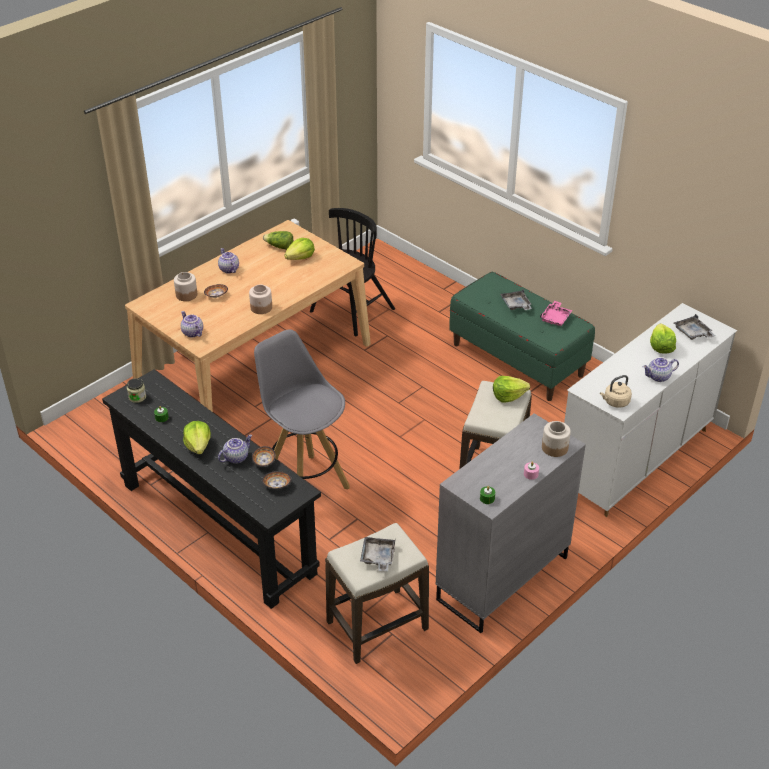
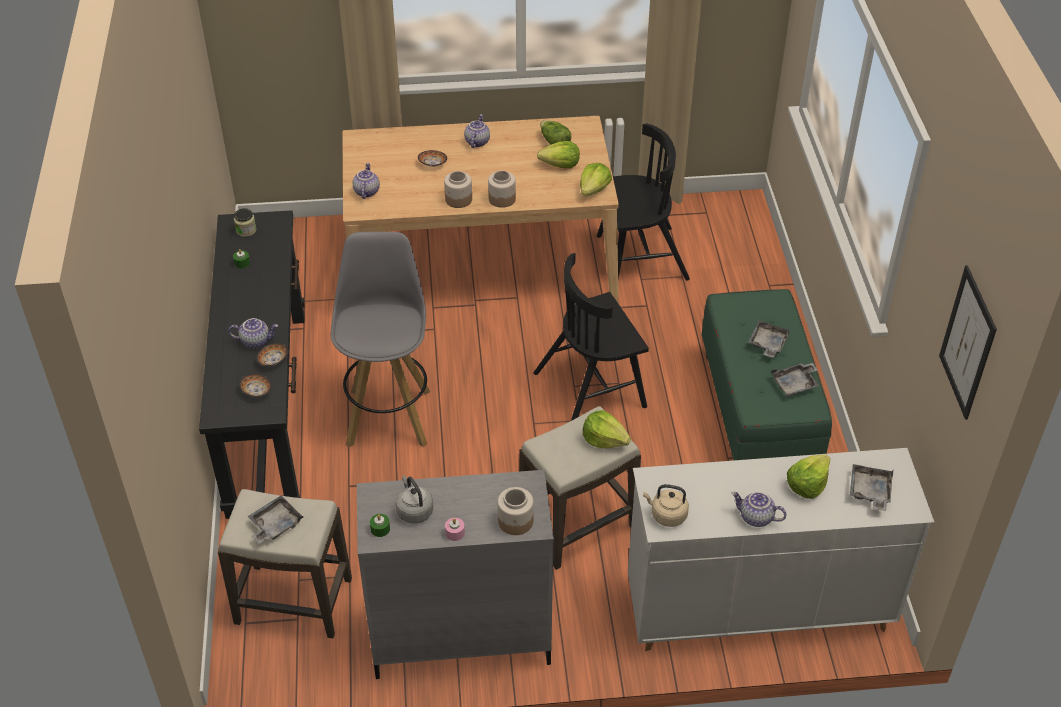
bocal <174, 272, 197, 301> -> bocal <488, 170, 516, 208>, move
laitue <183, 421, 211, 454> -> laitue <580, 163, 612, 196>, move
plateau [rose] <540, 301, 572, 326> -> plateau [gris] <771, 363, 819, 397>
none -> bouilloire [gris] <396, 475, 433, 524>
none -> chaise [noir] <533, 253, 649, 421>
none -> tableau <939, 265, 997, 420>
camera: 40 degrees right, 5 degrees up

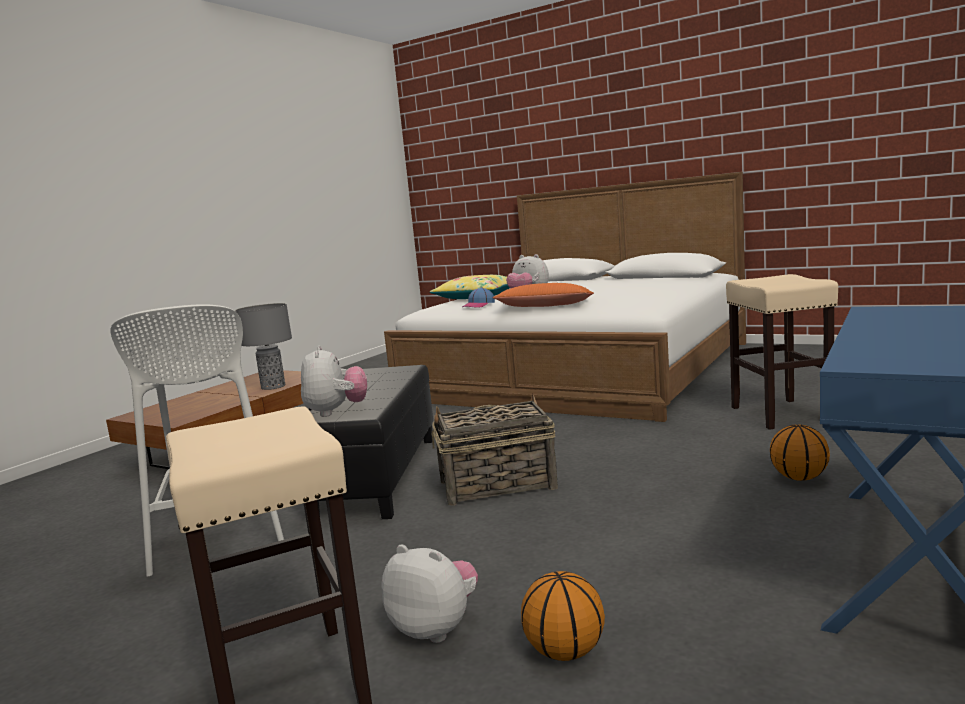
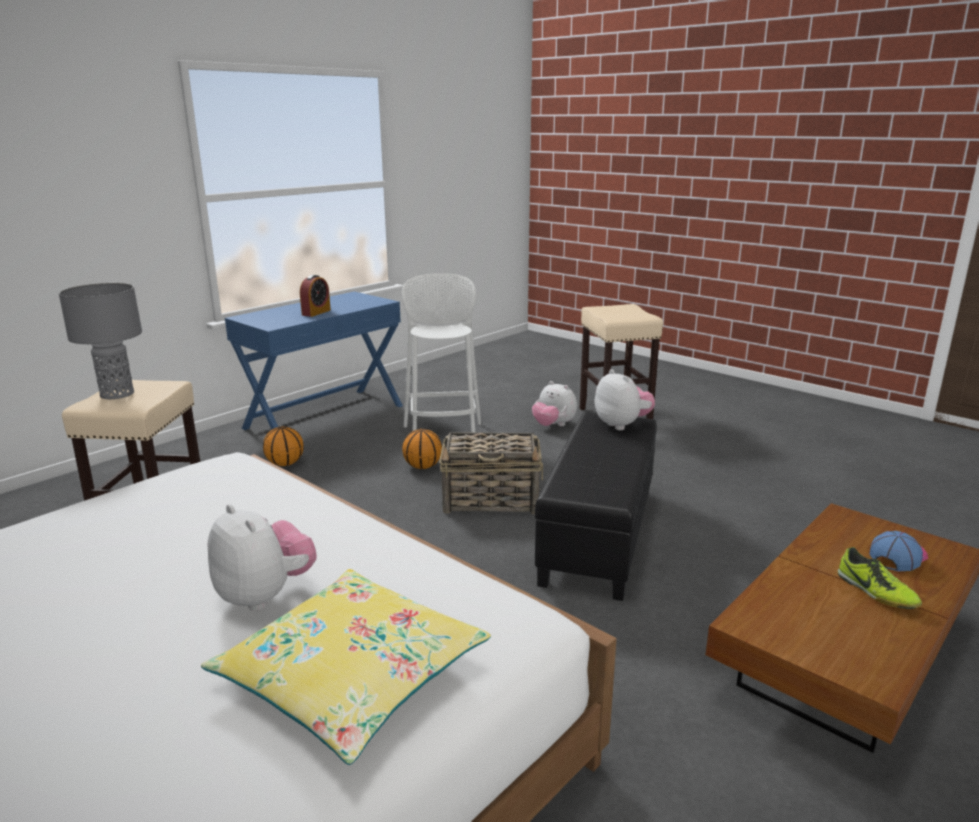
tabouret [blanc] <110, 304, 284, 576> -> tabouret [blanc] <402, 273, 481, 432>, move
lampe de table [gris] <235, 303, 292, 390> -> lampe de table [gris] <59, 283, 142, 399>, move
peluche <301, 346, 367, 417> -> peluche <595, 369, 655, 430>, 150 degrees clockwise
casquette <462, 287, 495, 308> -> casquette <869, 531, 928, 571>, move
coussin [orange] <492, 283, 594, 307> -> none
ballon de basket <521, 571, 605, 661> -> ballon de basket <402, 429, 442, 469>, move
none -> réveil <300, 275, 331, 317>
none -> chaussure <838, 547, 922, 609>
camera: 170 degrees left, 10 degrees up

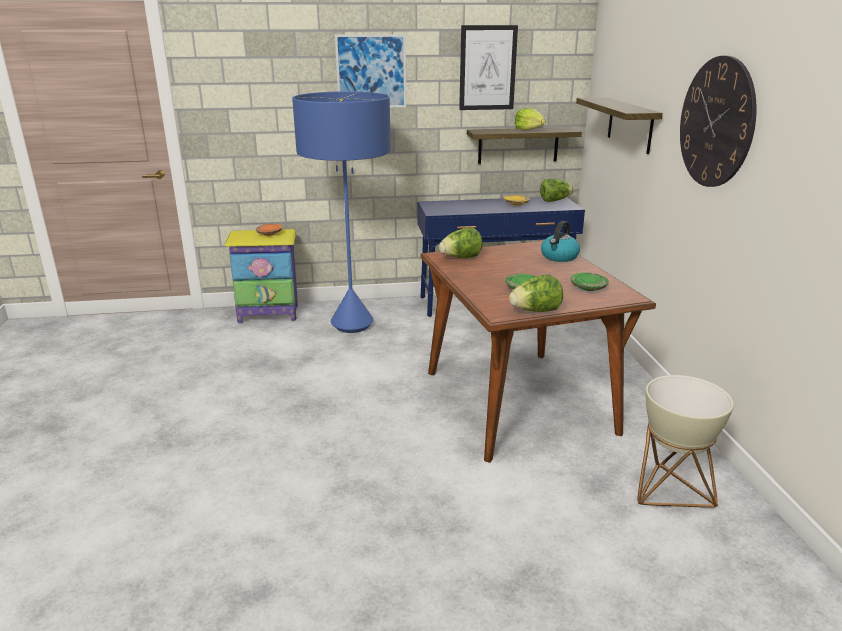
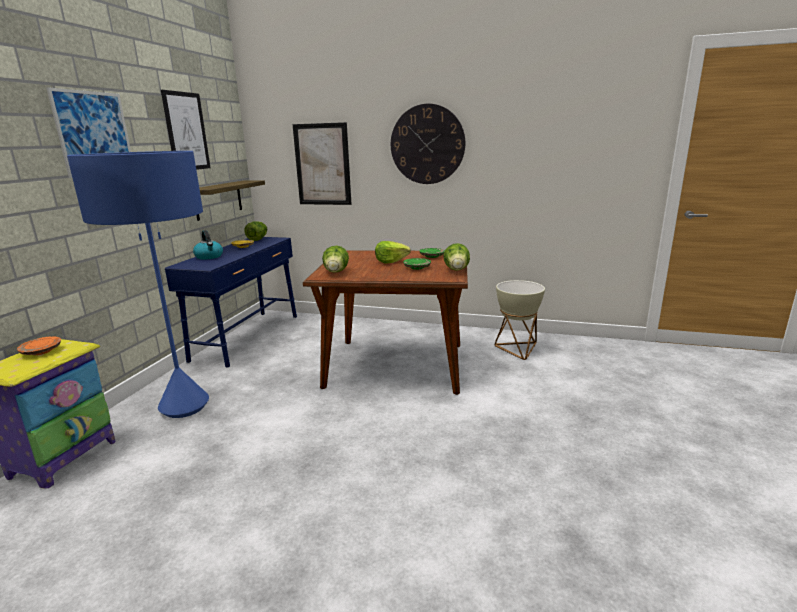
laitue <515, 108, 546, 130> -> laitue <375, 241, 411, 263>, move
bouilloire <541, 221, 580, 262> -> bouilloire <193, 230, 223, 259>, move
étagère <576, 97, 663, 154> -> tableau <292, 122, 352, 205>
camera: 65 degrees left, 5 degrees down

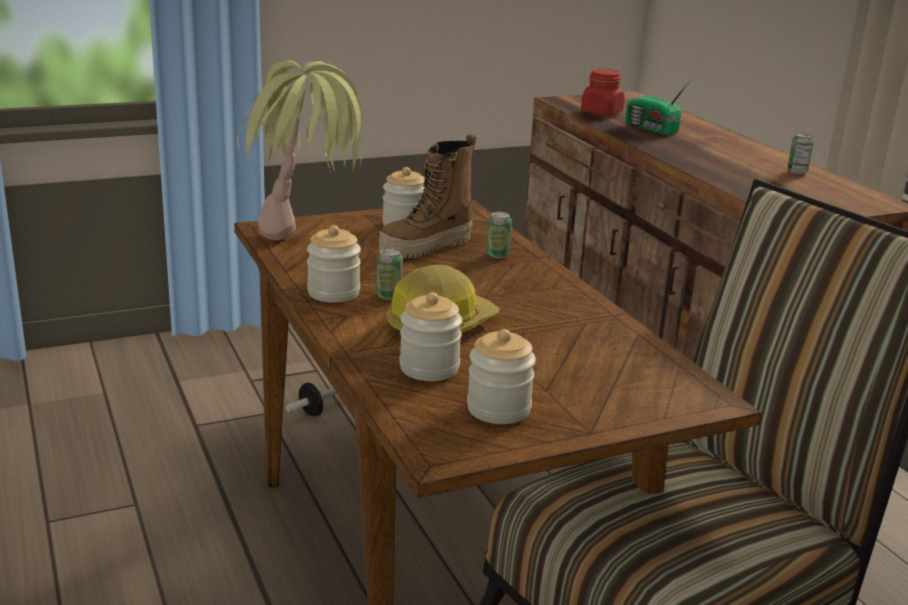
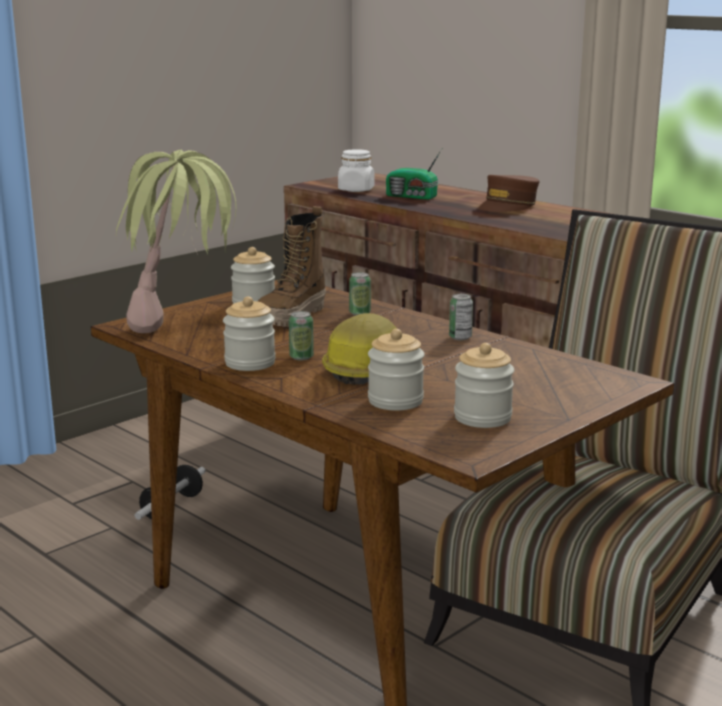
bocal [rouge] <581, 69, 625, 116> -> bocal [blanc] <338, 149, 374, 192>
boîte métallique <787, 133, 814, 175> -> boîte métallique <449, 294, 473, 340>, move
none -> casquette [marron] <479, 175, 540, 212>
camera: 20 degrees left, 5 degrees down

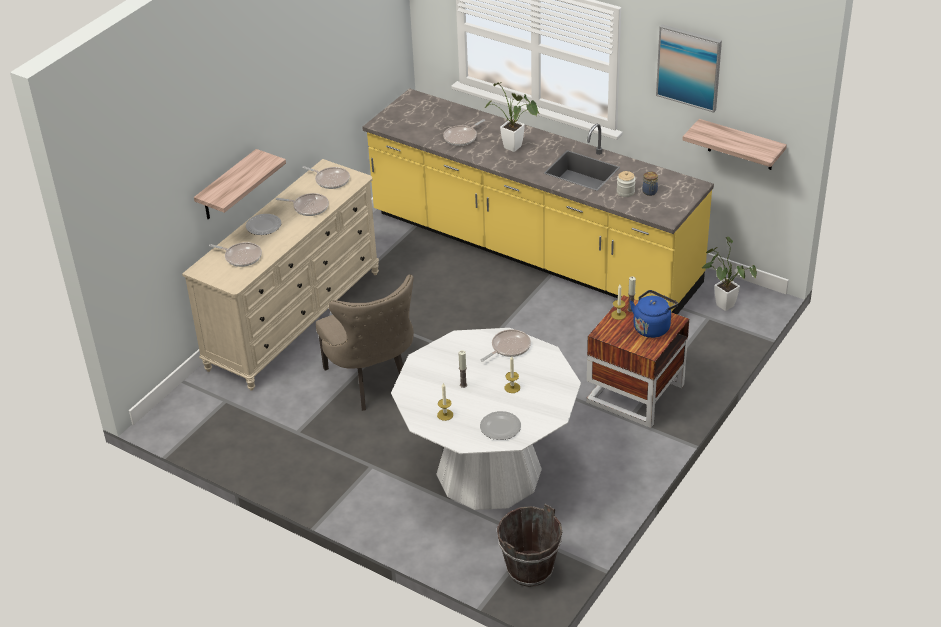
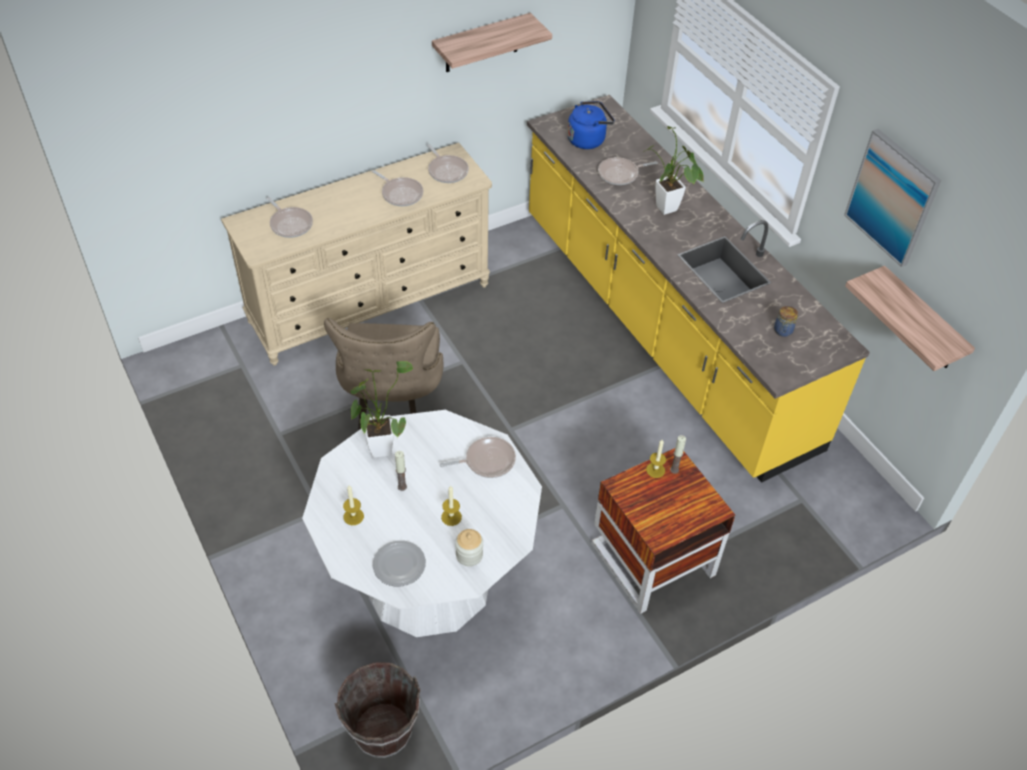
étagère <194, 149, 286, 219> -> étagère <432, 13, 552, 72>, move
assiette <246, 214, 281, 235> -> none
bocal <617, 171, 636, 197> -> bocal <455, 529, 483, 566>, move
bouilloire [bleu] <630, 290, 678, 338> -> bouilloire [bleu] <567, 101, 615, 149>, move
plante en pot <701, 237, 757, 311> -> plante en pot <351, 361, 414, 458>, move
camera: 25 degrees right, 10 degrees up

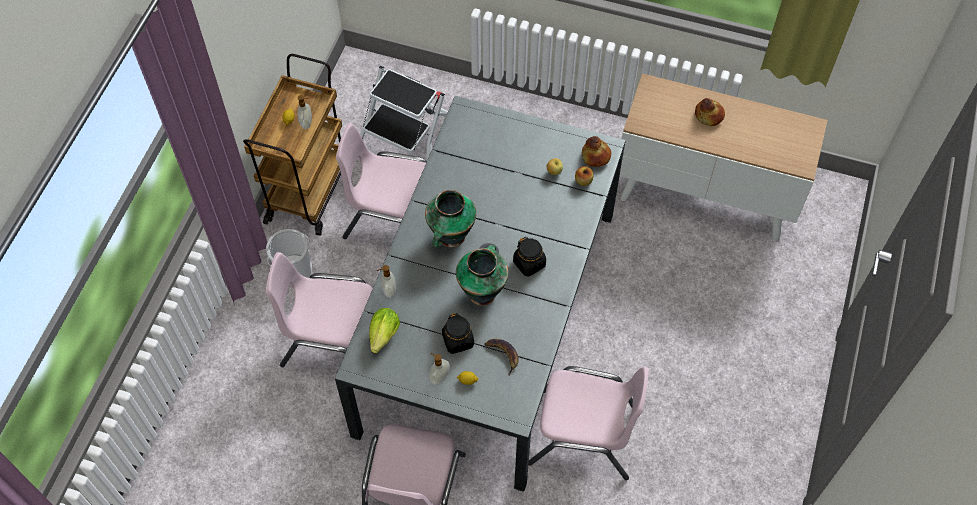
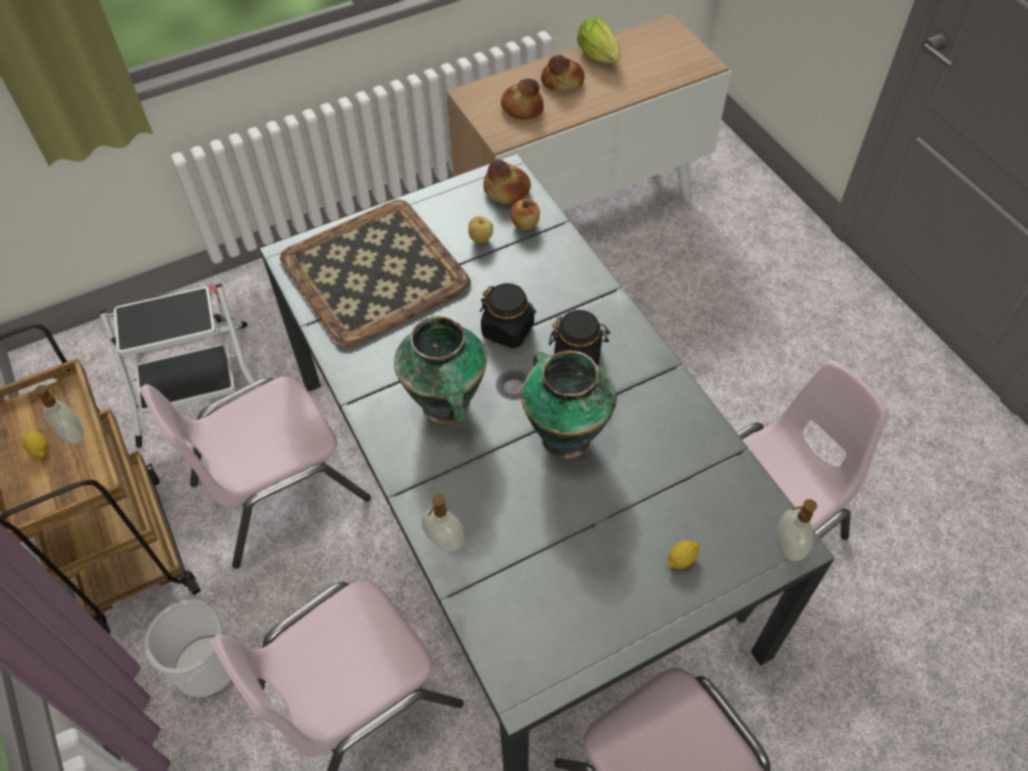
laitue <369, 308, 400, 353> -> laitue <577, 17, 621, 63>, move
distributeur de savon <429, 353, 450, 385> -> distributeur de savon <778, 499, 817, 561>, move
bocal [noir] <442, 313, 474, 354> -> bocal [noir] <480, 283, 536, 348>, move
banane <484, 339, 519, 376> -> none
none -> plateau <280, 200, 471, 347>
none -> pain <501, 79, 544, 120>
camera: 45 degrees left, 5 degrees down

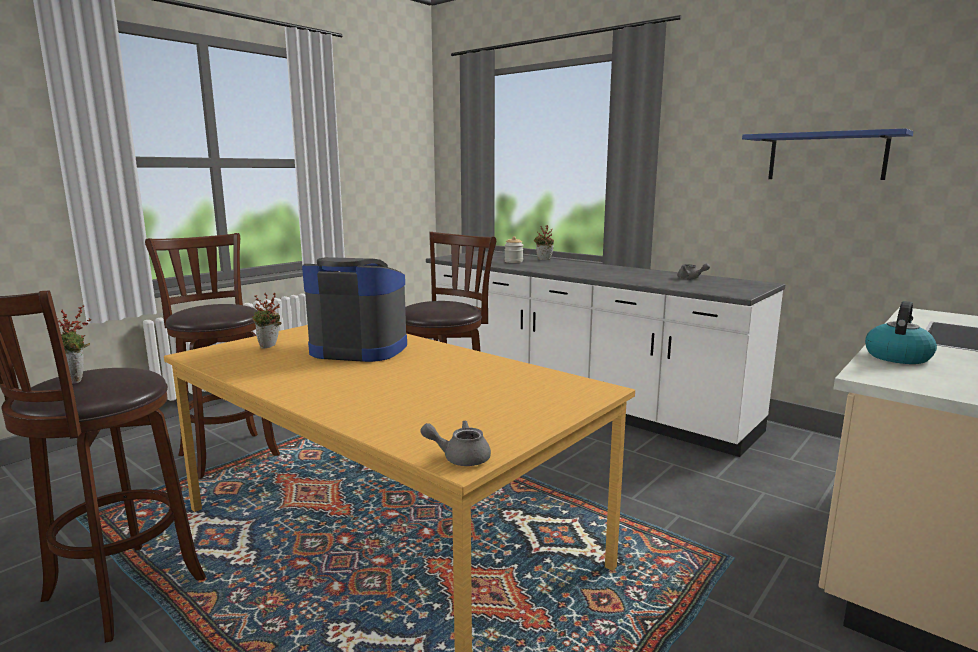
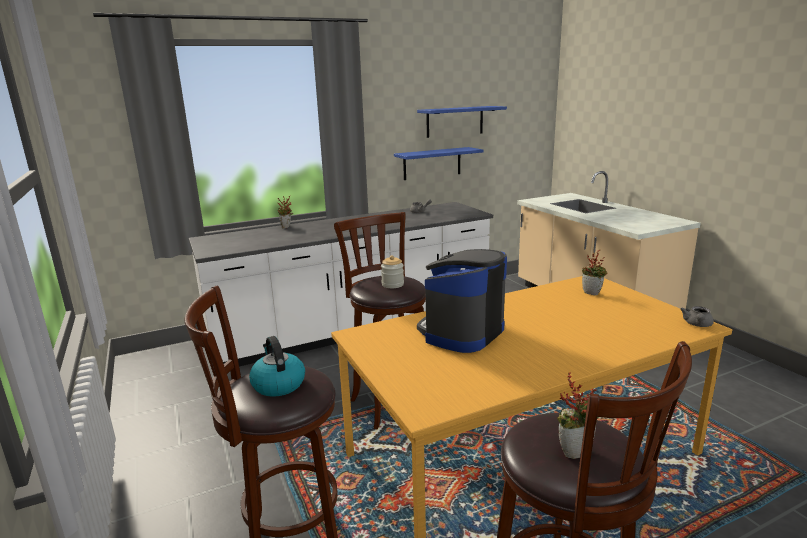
plante en pot <252, 292, 282, 349> -> plante en pot <582, 249, 608, 295>, move
bocal <505, 236, 523, 263> -> bocal <381, 255, 404, 288>, move
bouilloire <865, 301, 937, 364> -> bouilloire <249, 336, 305, 397>, move
none -> étagère [bleu] <394, 147, 483, 180>
camera: 65 degrees left, 5 degrees up

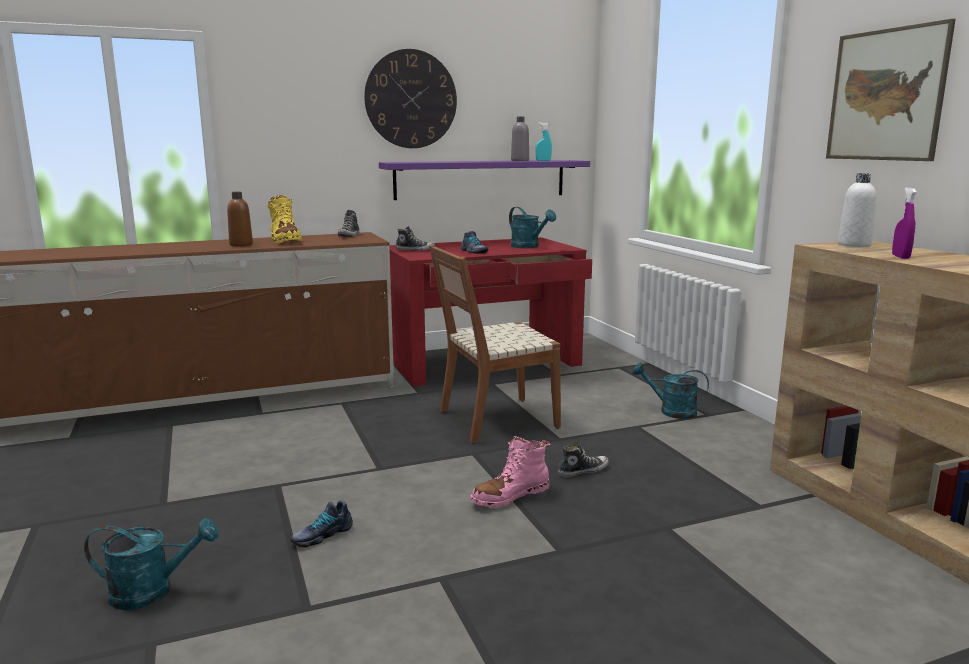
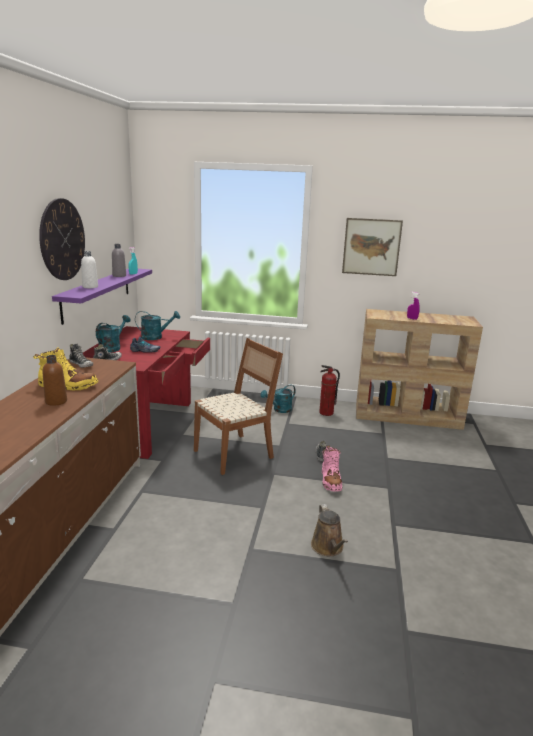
arrosoir [turquoise] <84, 518, 218, 610> -> arrosoir [turquoise] <96, 315, 131, 353>, move
chaussure <290, 500, 353, 548> -> arrosoir [marron] <311, 504, 348, 556>
chaise <429, 244, 561, 444> -> chaise <194, 338, 283, 475>, 135 degrees counterclockwise
bouteille [blanc] <838, 173, 876, 247> -> bouteille [blanc] <81, 251, 98, 288>, move
none -> extincteur <319, 365, 340, 416>
camera: 60 degrees left, 5 degrees up

